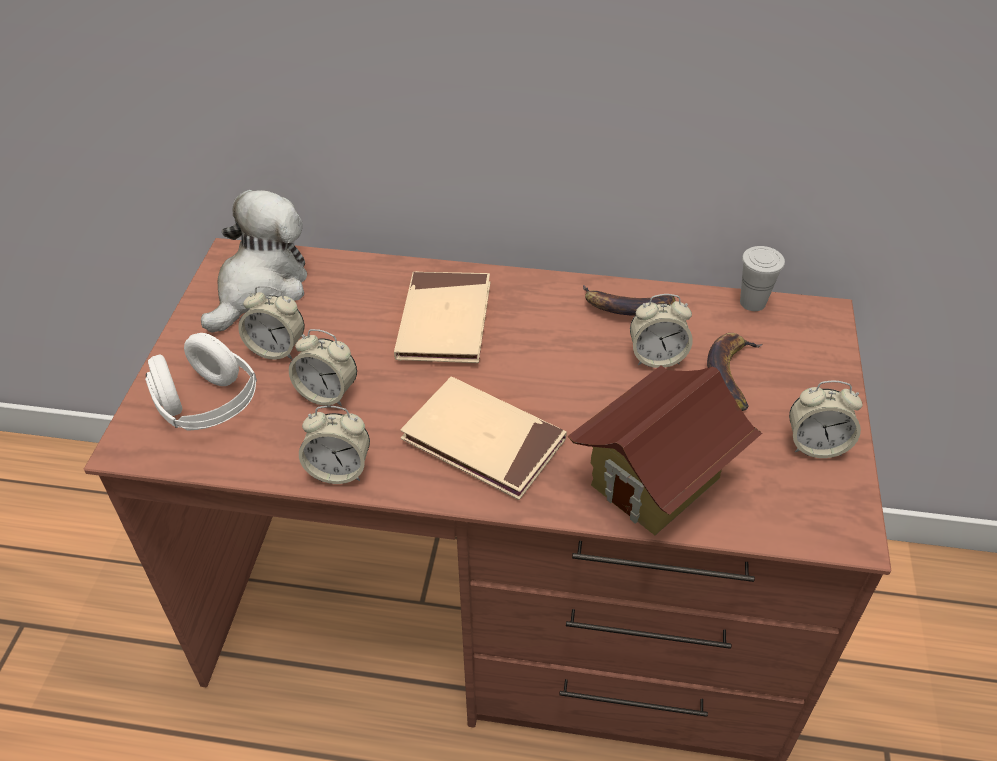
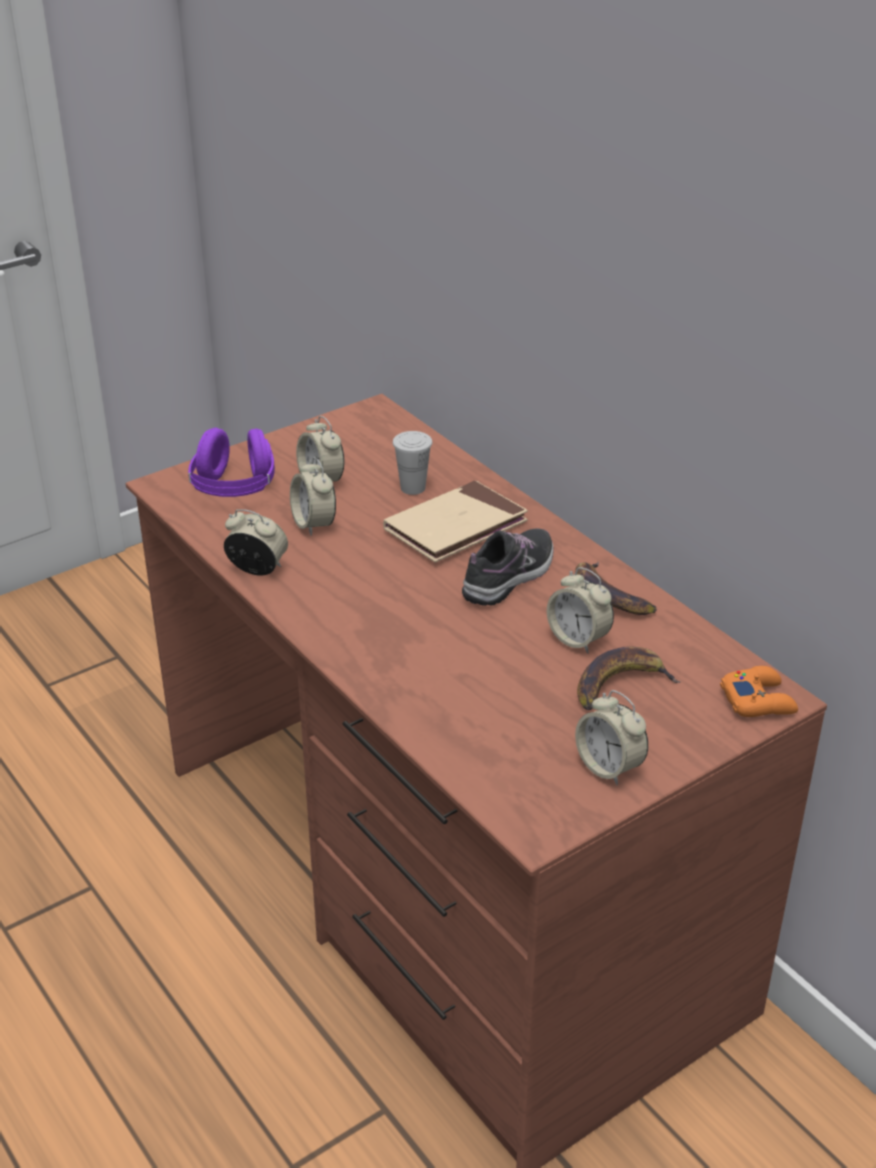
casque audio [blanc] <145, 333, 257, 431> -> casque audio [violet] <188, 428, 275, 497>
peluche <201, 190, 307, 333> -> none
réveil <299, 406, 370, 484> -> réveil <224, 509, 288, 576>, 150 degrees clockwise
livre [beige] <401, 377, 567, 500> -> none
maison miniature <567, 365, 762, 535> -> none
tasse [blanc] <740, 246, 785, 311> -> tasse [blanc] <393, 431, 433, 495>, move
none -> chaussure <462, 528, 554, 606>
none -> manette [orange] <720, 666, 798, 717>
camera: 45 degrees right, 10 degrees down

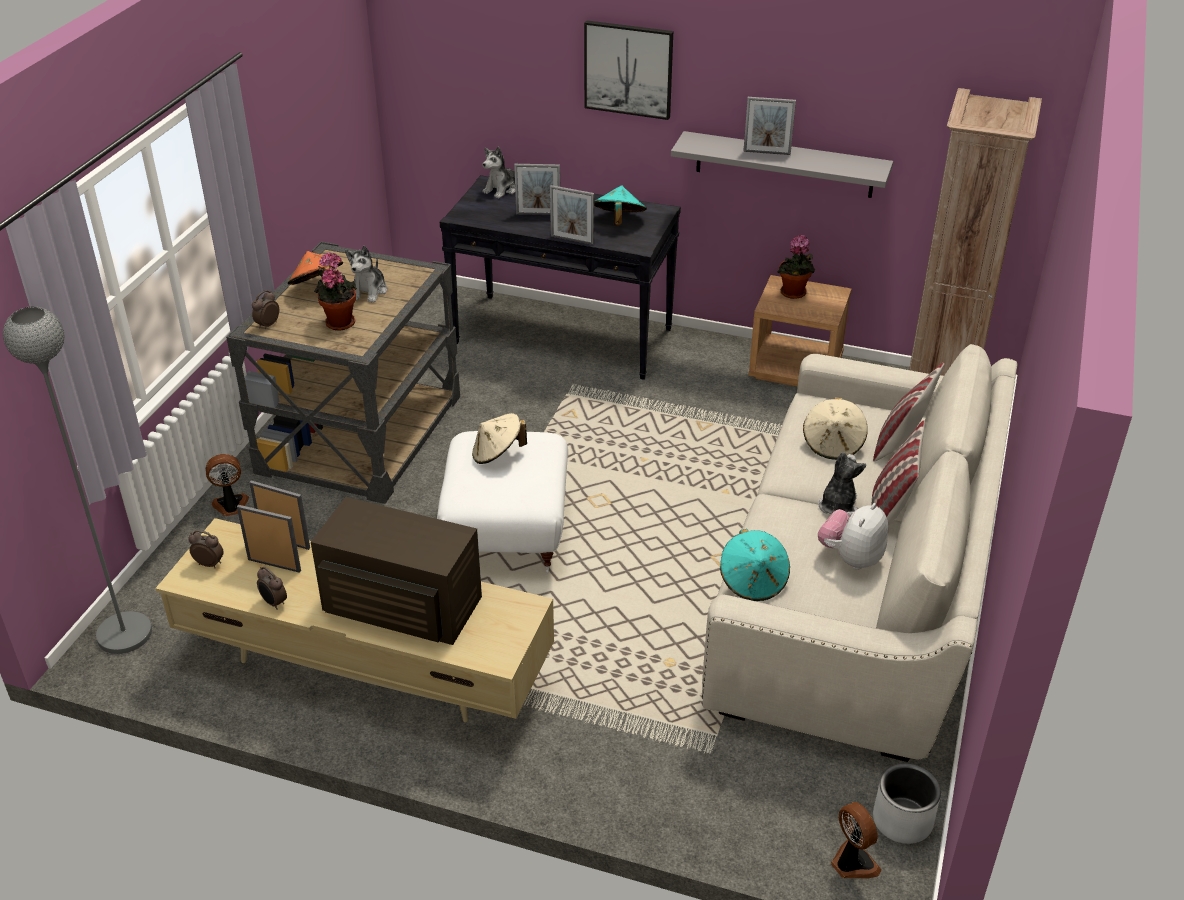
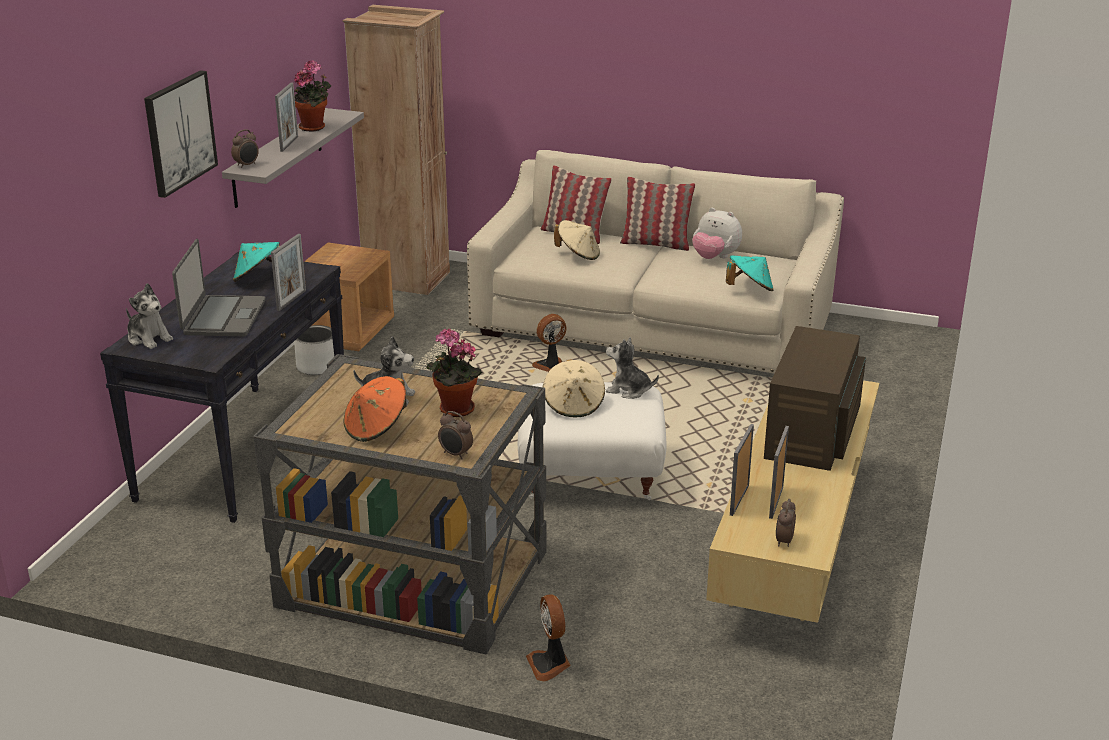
lampadaire [gris] <3, 306, 152, 654> -> none
réveil <257, 567, 287, 610> -> réveil <231, 129, 259, 168>, move
cadre photo <514, 164, 560, 215> -> ordinateur portable <172, 239, 266, 336>
plante en pot <777, 235, 815, 299> -> plante en pot <294, 60, 331, 131>, move
peluche <818, 452, 866, 514> -> peluche <606, 337, 659, 399>, move
ventilateur <831, 802, 882, 878> -> ventilateur <532, 314, 566, 372>, move
cache-pot [gris] <873, 763, 941, 844> -> cache-pot [gris] <294, 325, 334, 375>, move
camera: 90 degrees left, 10 degrees down

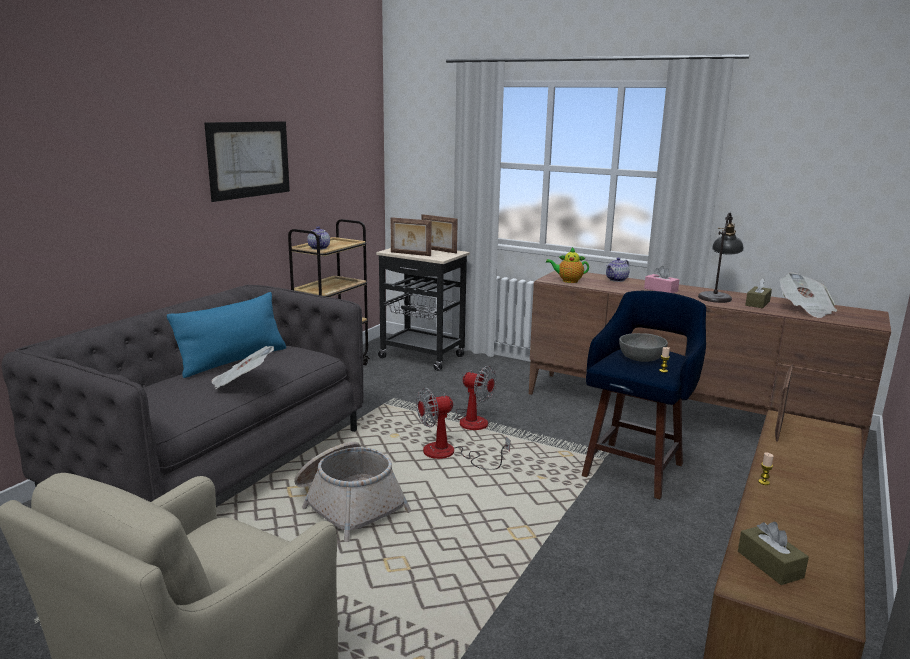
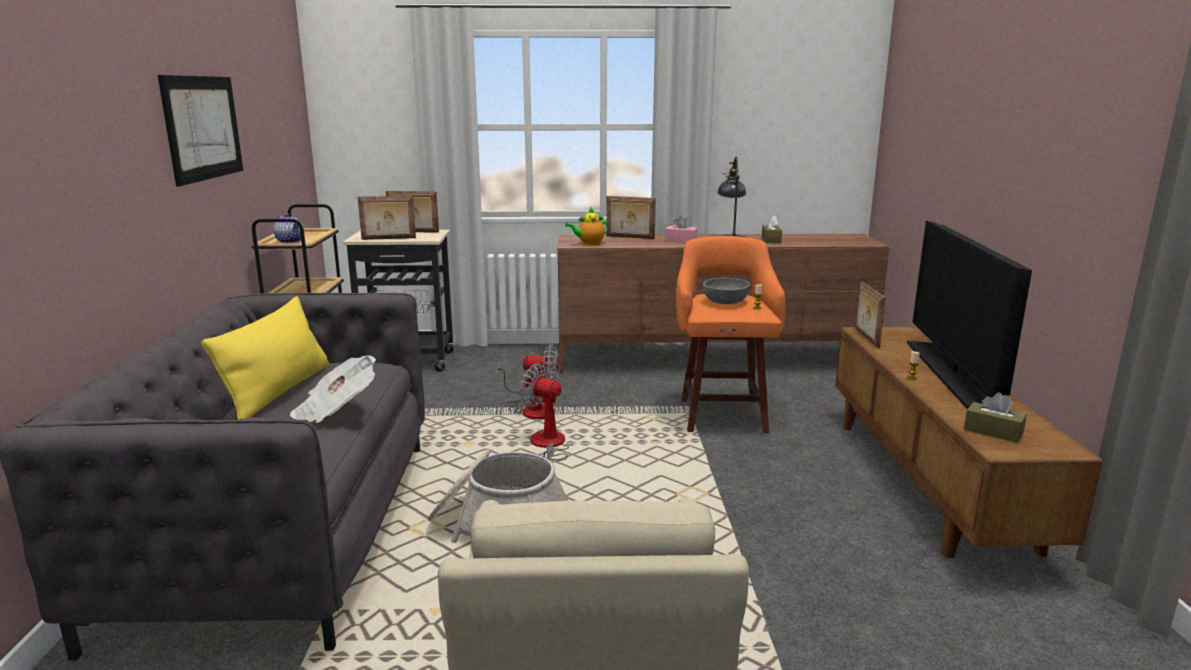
coussin [bleu] <167, 292, 286, 378> -> coussin [jaune] <201, 296, 329, 419>
ventilateur <416, 388, 510, 470> -> ventilateur <519, 364, 569, 461>, 90 degrees clockwise
tabouret [bleu] <582, 291, 706, 499> -> tabouret [orange] <676, 236, 786, 433>
théière <606, 258, 630, 282> -> cadre photo <606, 196, 656, 239>
journal <780, 272, 837, 318> -> none
none -> téléviseur <907, 220, 1032, 409>
camera: 30 degrees left, 0 degrees up

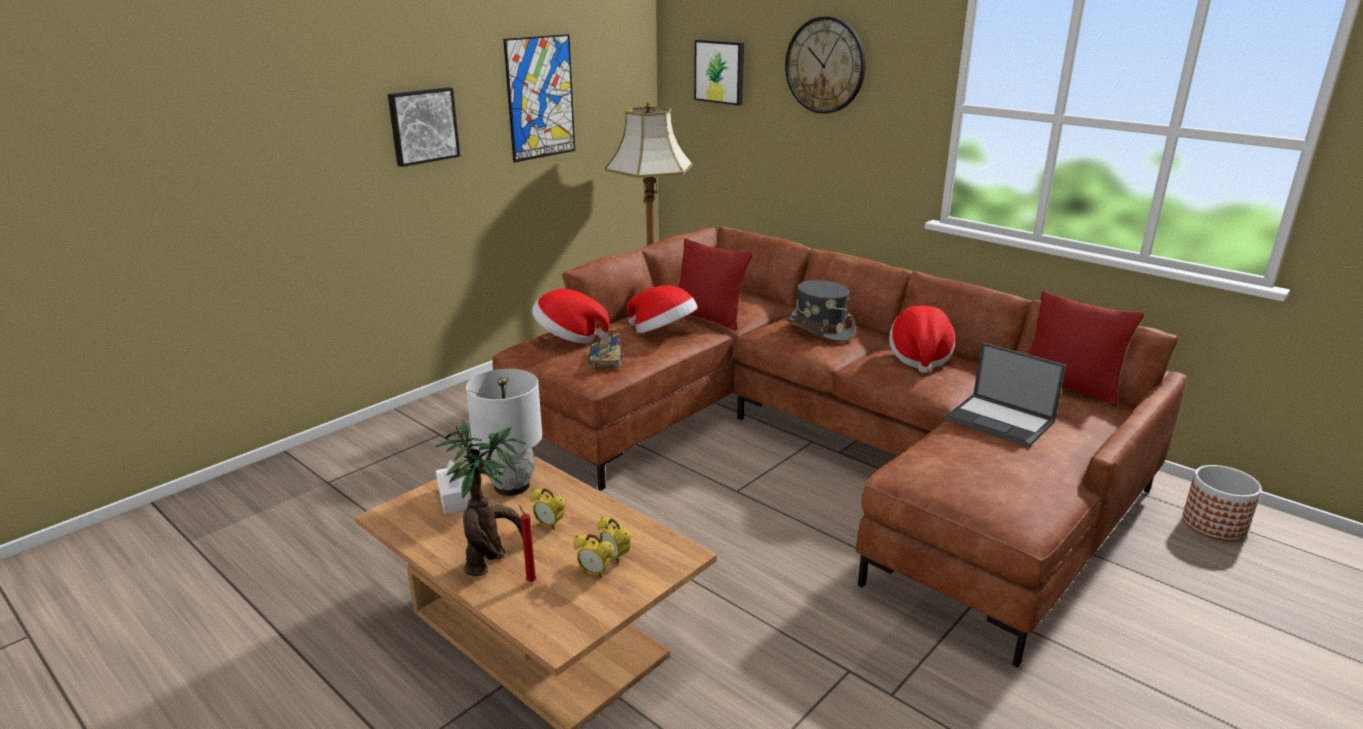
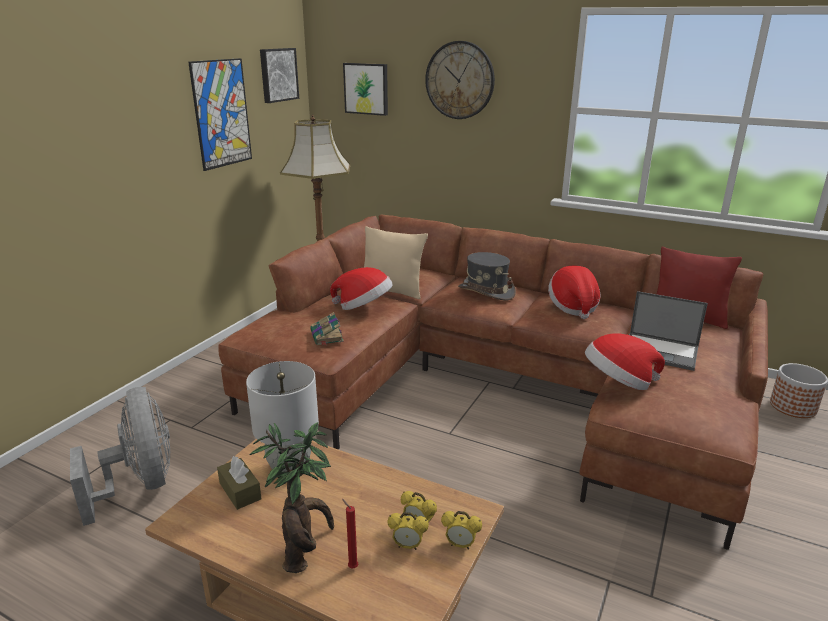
tableau <388, 87, 460, 167> -> tableau <260, 48, 299, 103>, move
boîte à mouchoirs [blanc] <436, 460, 471, 514> -> boîte à mouchoirs [marron] <217, 456, 262, 510>
réveil <530, 489, 566, 530> -> réveil <441, 511, 482, 550>, move
chapeau <532, 289, 610, 343> -> chapeau <585, 333, 665, 390>, move
coussin [rouge] <678, 238, 753, 331> -> coussin [beige] <364, 226, 428, 299>
none -> ventilateur [gris] <70, 387, 170, 526>
camera: 15 degrees left, 0 degrees up

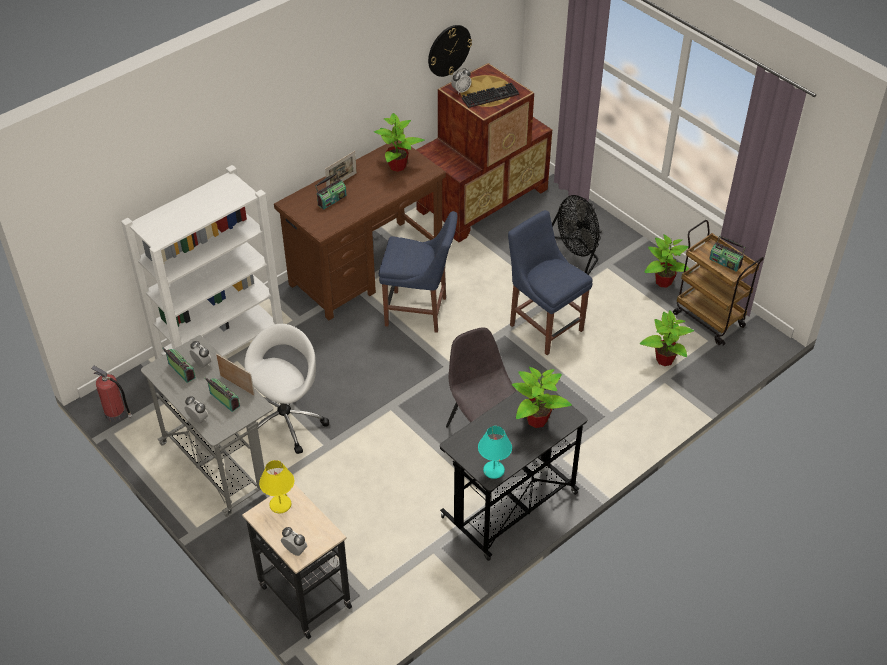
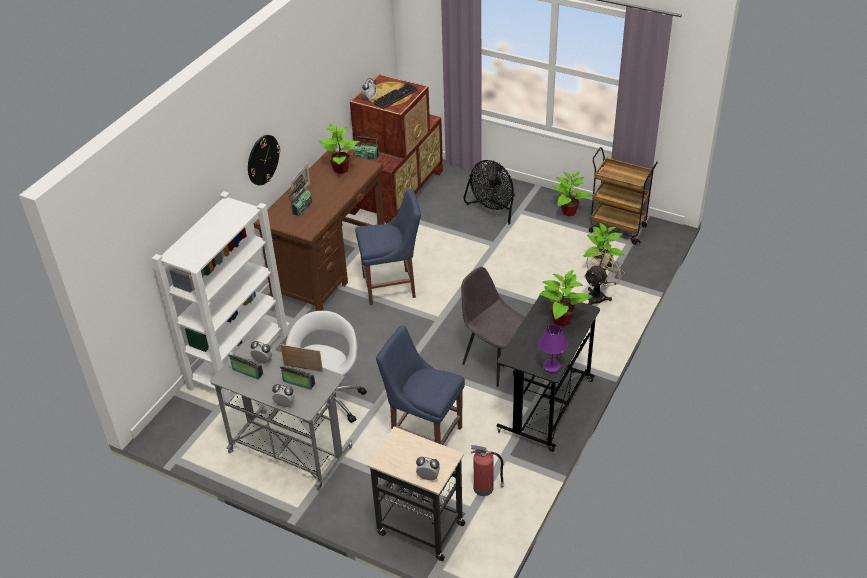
extincteur <91, 366, 132, 422> -> extincteur <471, 445, 504, 496>, move
lampe de table [jaune] <259, 460, 294, 513> -> none
horloge murale <428, 25, 472, 77> -> horloge murale <248, 135, 281, 185>, move
lampe de table [turquoise] <478, 426, 512, 479> -> lampe de table [violet] <538, 324, 568, 373>
chaise [bleu] <508, 210, 593, 355> -> chaise [bleu] <376, 326, 465, 445>, move
radio <710, 235, 745, 272> -> radio <353, 136, 379, 160>, move
none -> ventilateur [beige] <584, 248, 625, 305>
camera: 20 degrees left, 5 degrees down

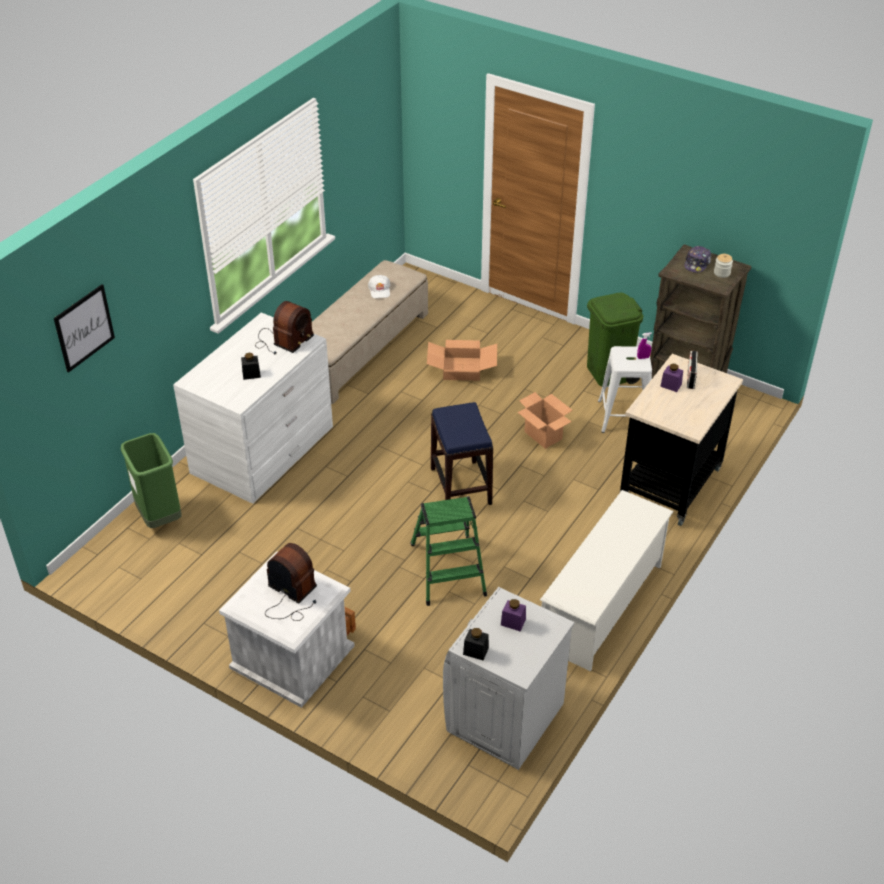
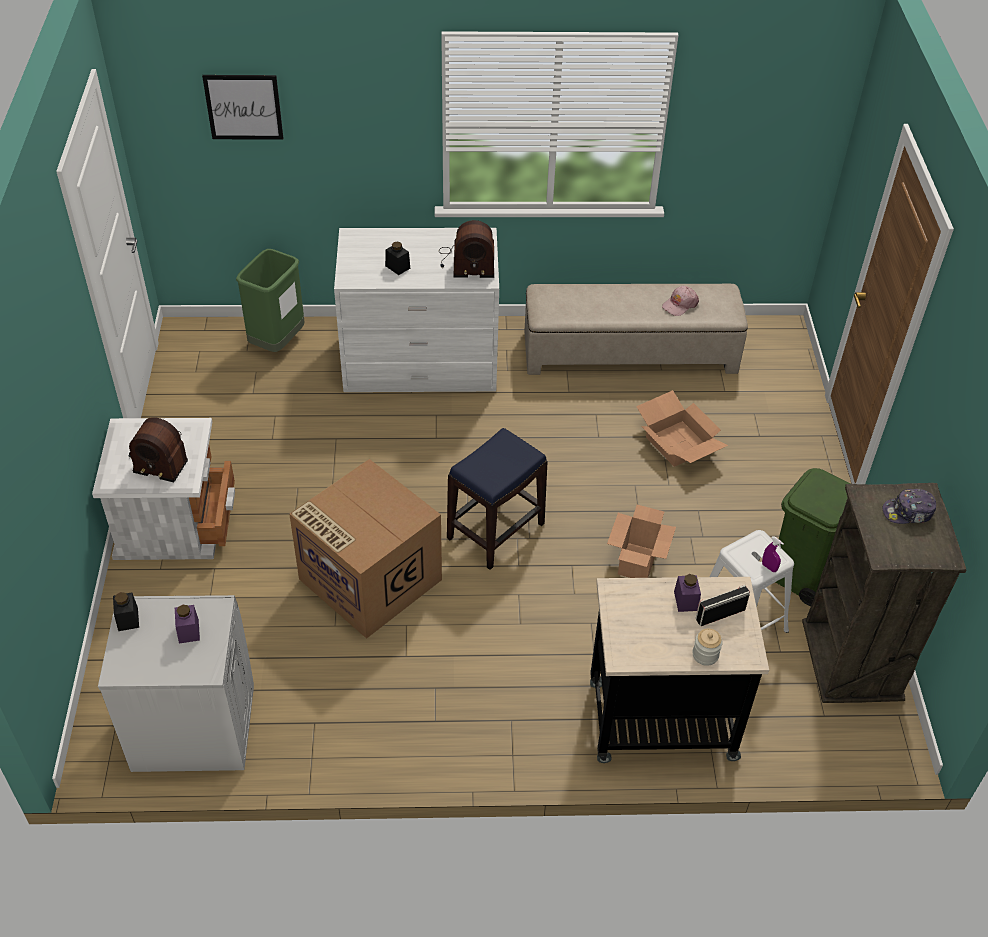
radio <265, 543, 317, 621> -> radio <128, 417, 188, 482>, 105 degrees clockwise
casquette [blanc] <368, 275, 390, 298> -> casquette [rose] <662, 286, 699, 316>
escabeau [vert] <410, 496, 487, 606> -> carton <289, 459, 442, 639>
étagère à chaussures [blanc] <540, 490, 674, 671> -> none
bocal <714, 254, 733, 278> -> bocal <693, 629, 723, 666>, move
camera: 55 degrees right, 5 degrees up

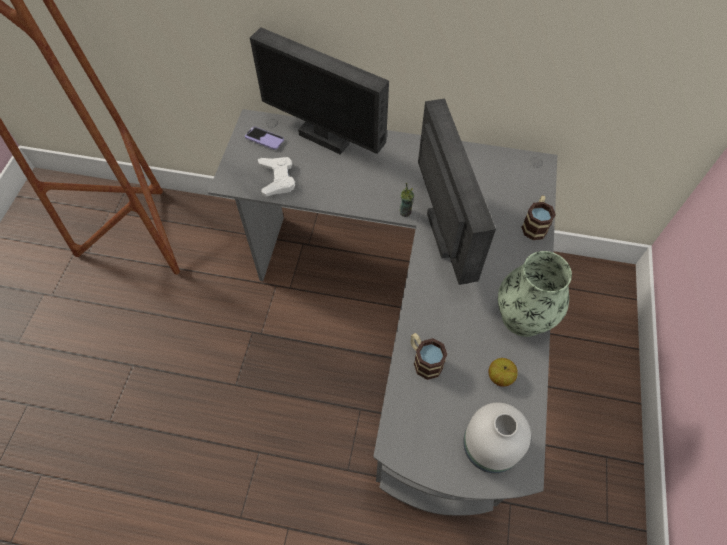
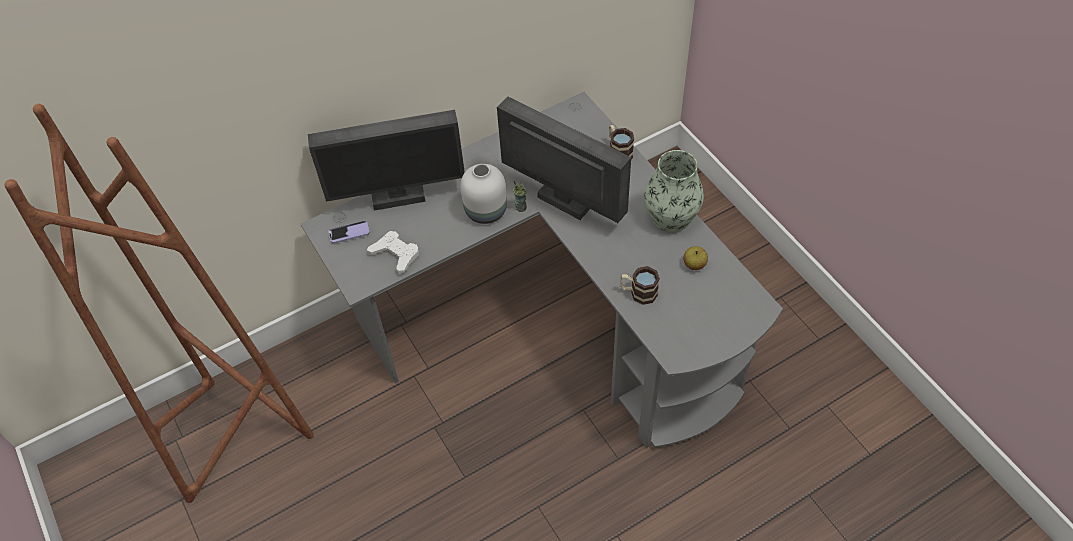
vase [blanc] <463, 403, 531, 473> -> vase [blanc] <460, 164, 507, 224>, move
camera: 40 degrees left, 5 degrees down

